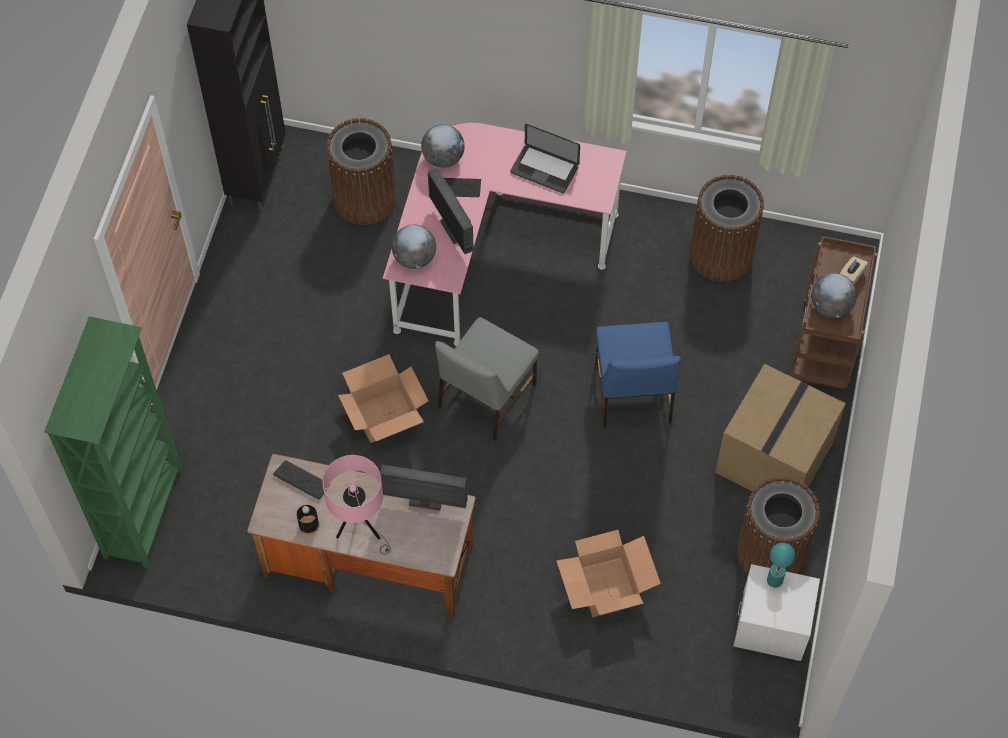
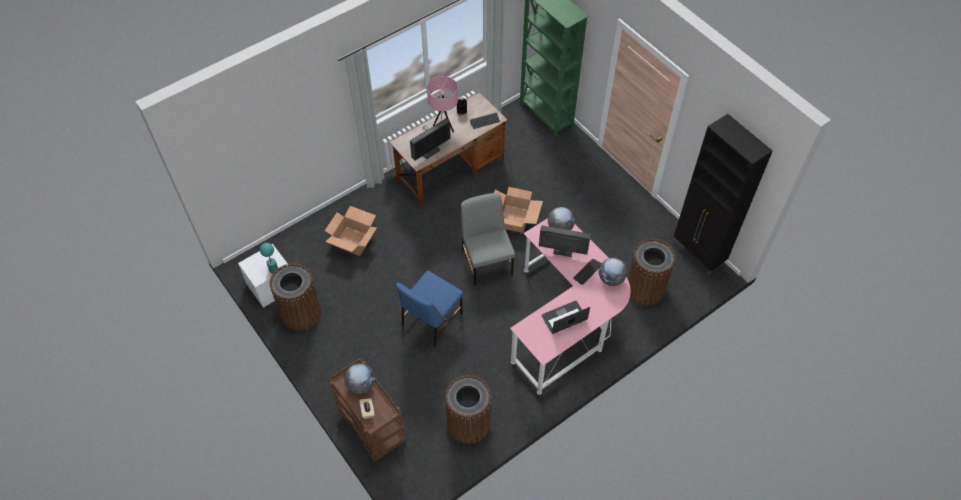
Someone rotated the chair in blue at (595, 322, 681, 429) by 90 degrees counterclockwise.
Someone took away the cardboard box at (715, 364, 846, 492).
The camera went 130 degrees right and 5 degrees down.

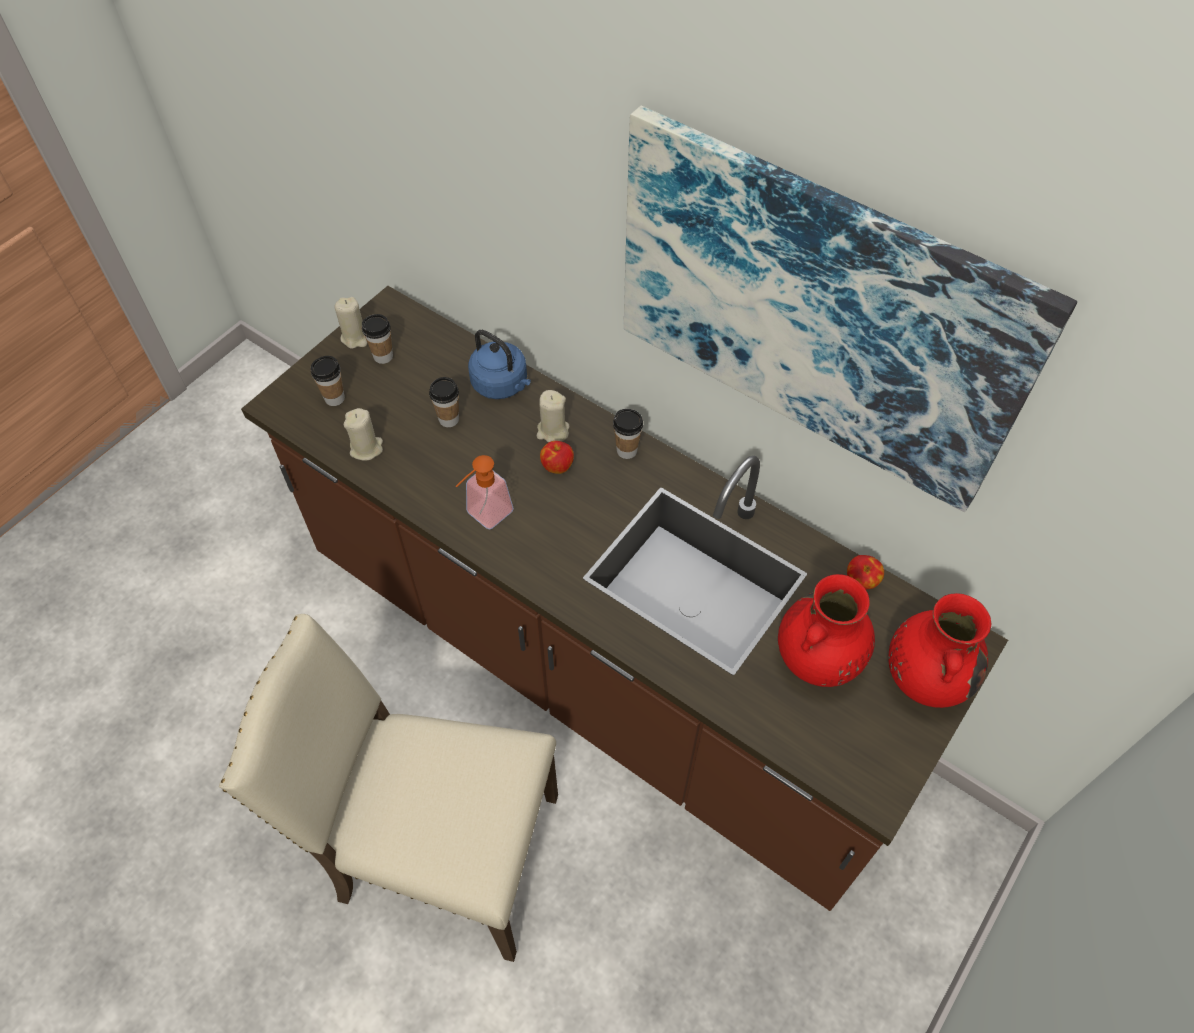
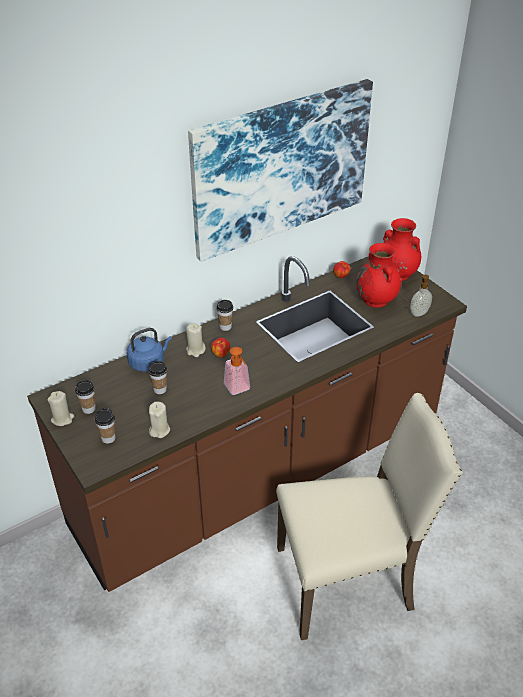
Someone rotated the chair in beige at (219, 614, 558, 962) by 135 degrees counterclockwise.
Someone put down the soap dispenser at (410, 274, 432, 317).
The camera went 70 degrees left and 15 degrees down.

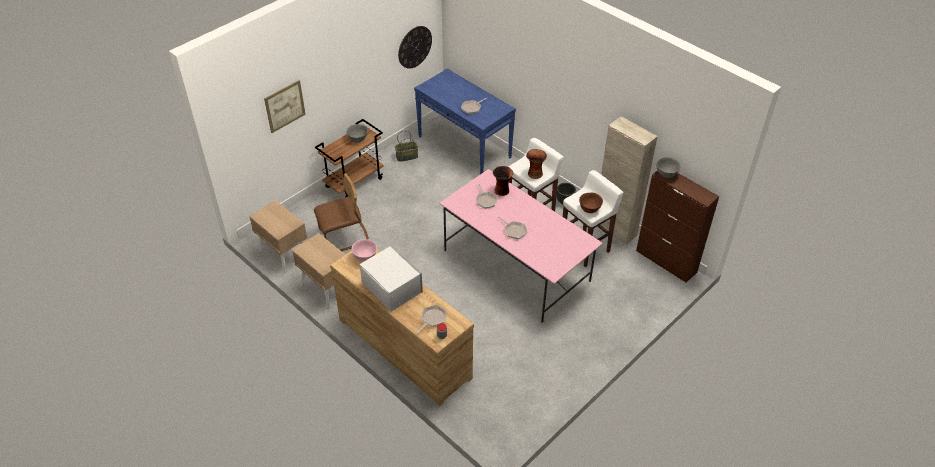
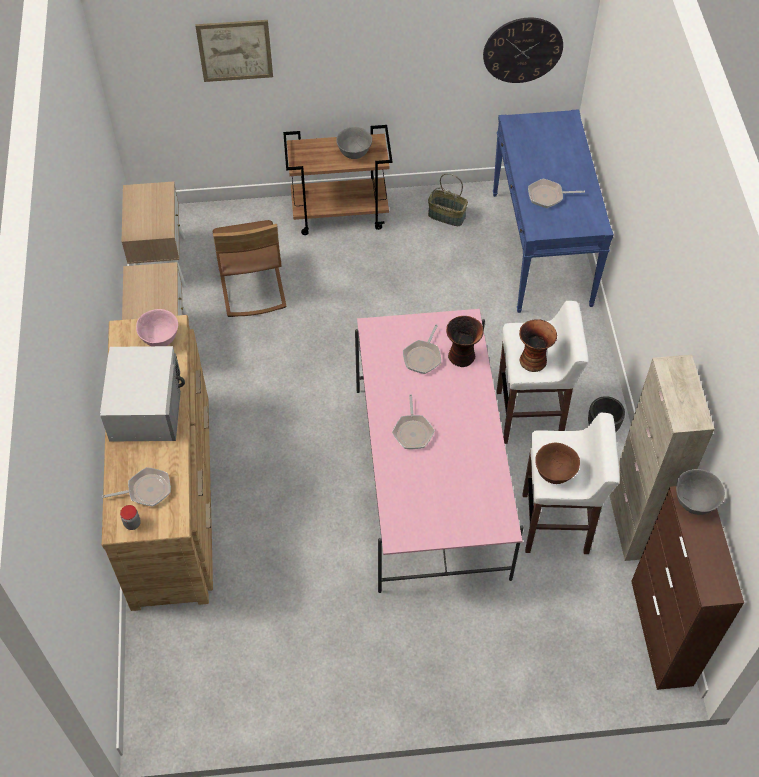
Someone rotated the chair in brown at (314, 173, 369, 251) by 60 degrees clockwise.
The camera went 40 degrees right and 10 degrees up.

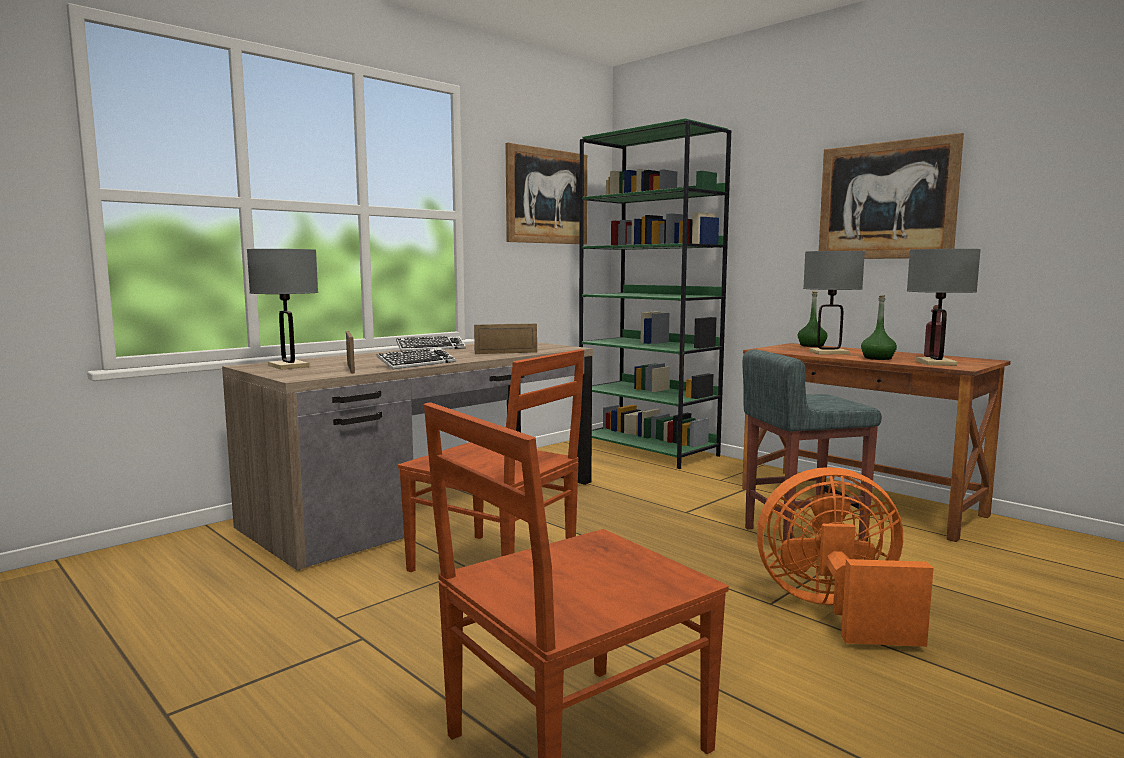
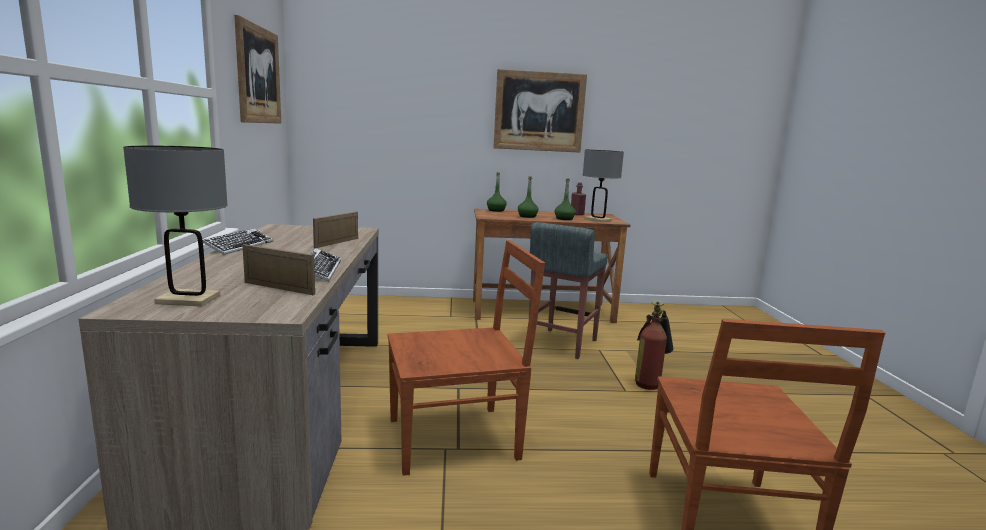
Someone took away the bookcase in green at (579, 118, 731, 469).
Someone swapped the fan in orange at (757, 467, 934, 647) for the fire extinguisher at (635, 302, 674, 390).
Someone swapped the table lamp in grey at (803, 251, 865, 354) for the bottle in green at (518, 176, 539, 218).
The camera went 50 degrees left and 5 degrees up.

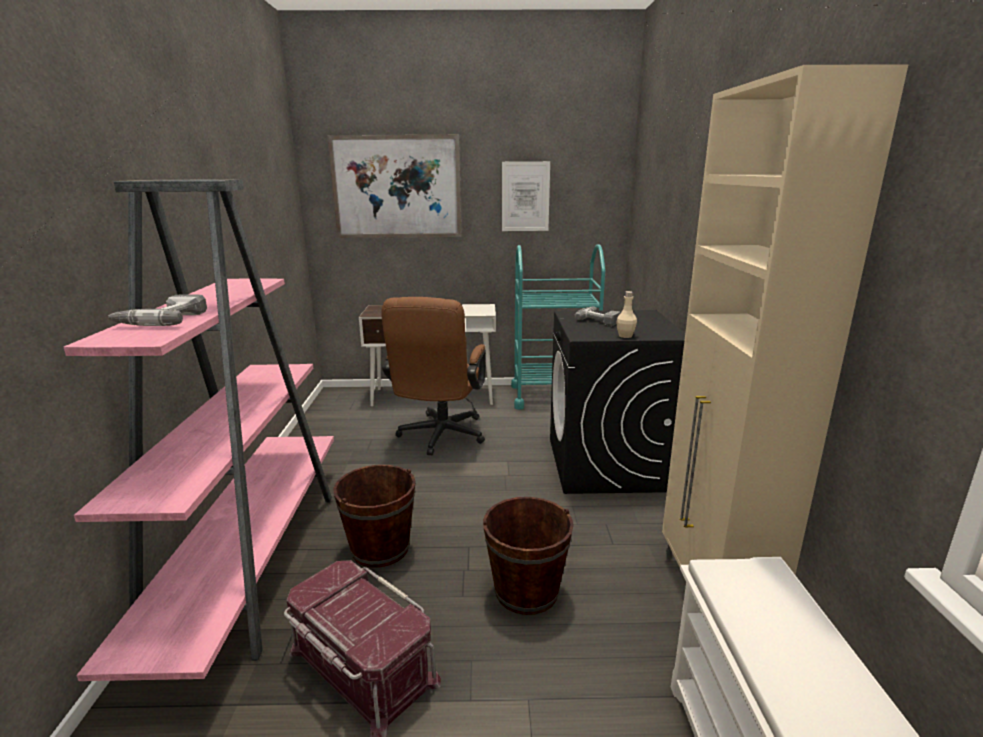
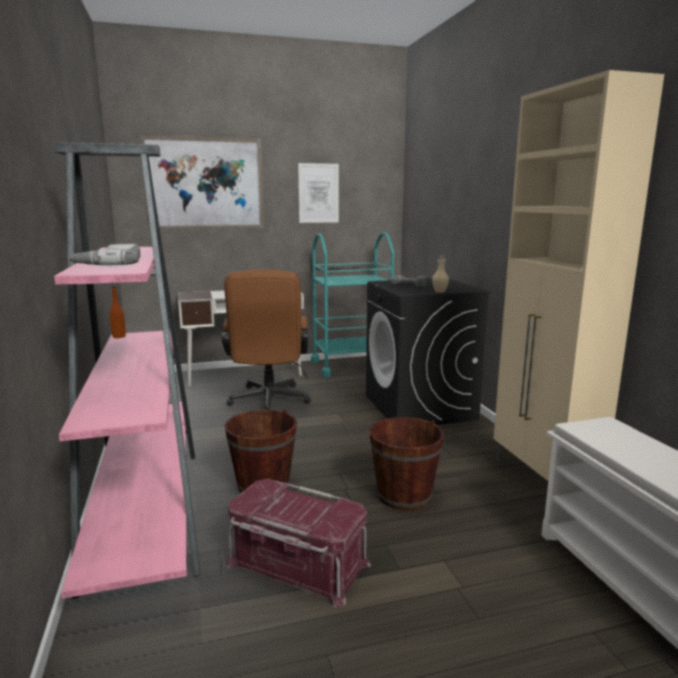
Someone put down the bottle in orange at (110, 287, 126, 338).
The camera went 15 degrees left and 5 degrees down.

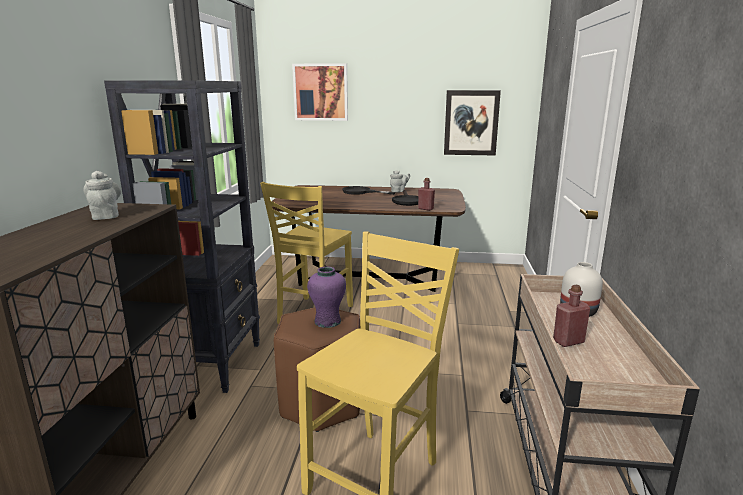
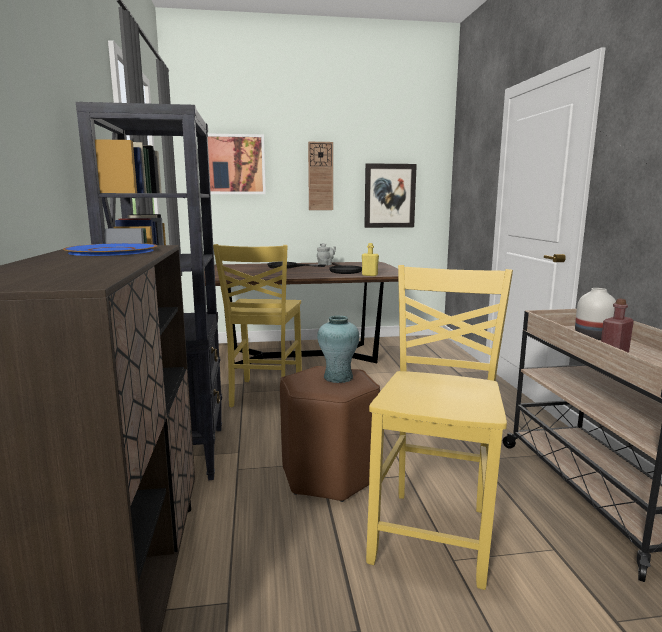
Someone swapped the teapot in grey at (83, 171, 121, 220) for the plate in blue at (63, 243, 157, 256).
Someone repainted the vase in purple at (307, 266, 346, 328), which became the vase in turquoise at (317, 316, 359, 383).
Someone repainted the bottle in red at (418, 178, 435, 211), which became the bottle in yellow at (362, 243, 379, 276).
Someone put up the wall clock at (308, 142, 333, 210).
The camera went 15 degrees left and 5 degrees down.

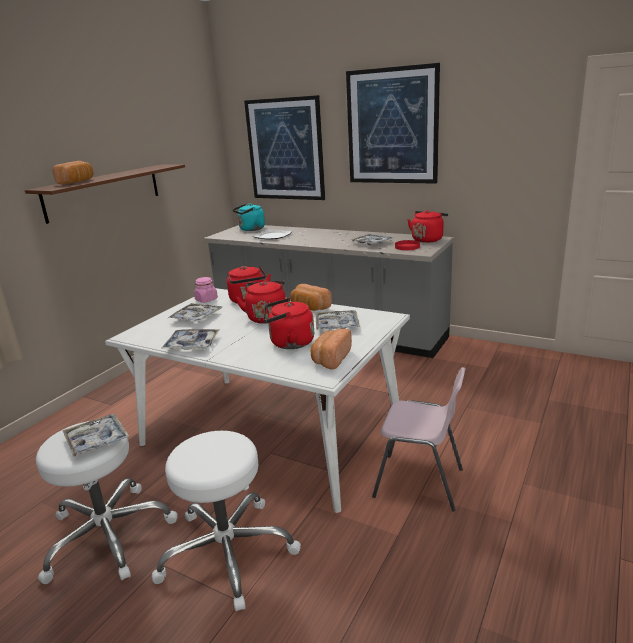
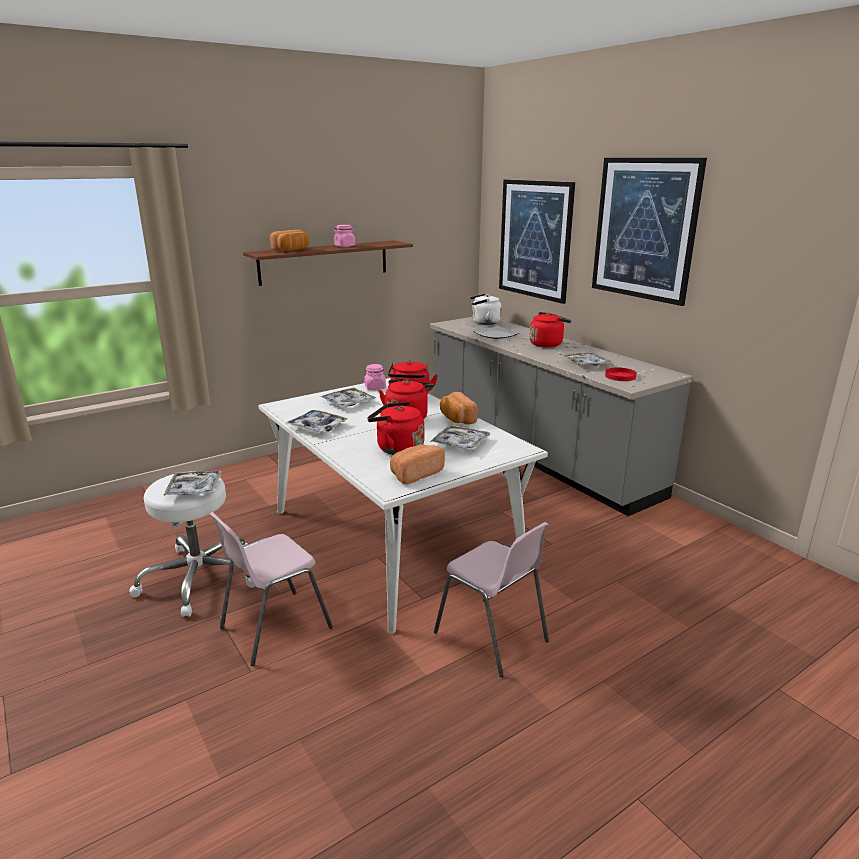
Someone swapped the stool in white at (152, 431, 301, 611) for the chair in pink at (209, 512, 333, 666).
Someone repainted the kettle in turquoise at (233, 203, 265, 231), which became the kettle in white at (469, 294, 502, 325).
Someone carried the kettle in red from (407, 210, 448, 243) to (530, 312, 571, 348).
Someone put down the jar in pink at (334, 225, 355, 247).
The camera went 25 degrees right and 0 degrees up.

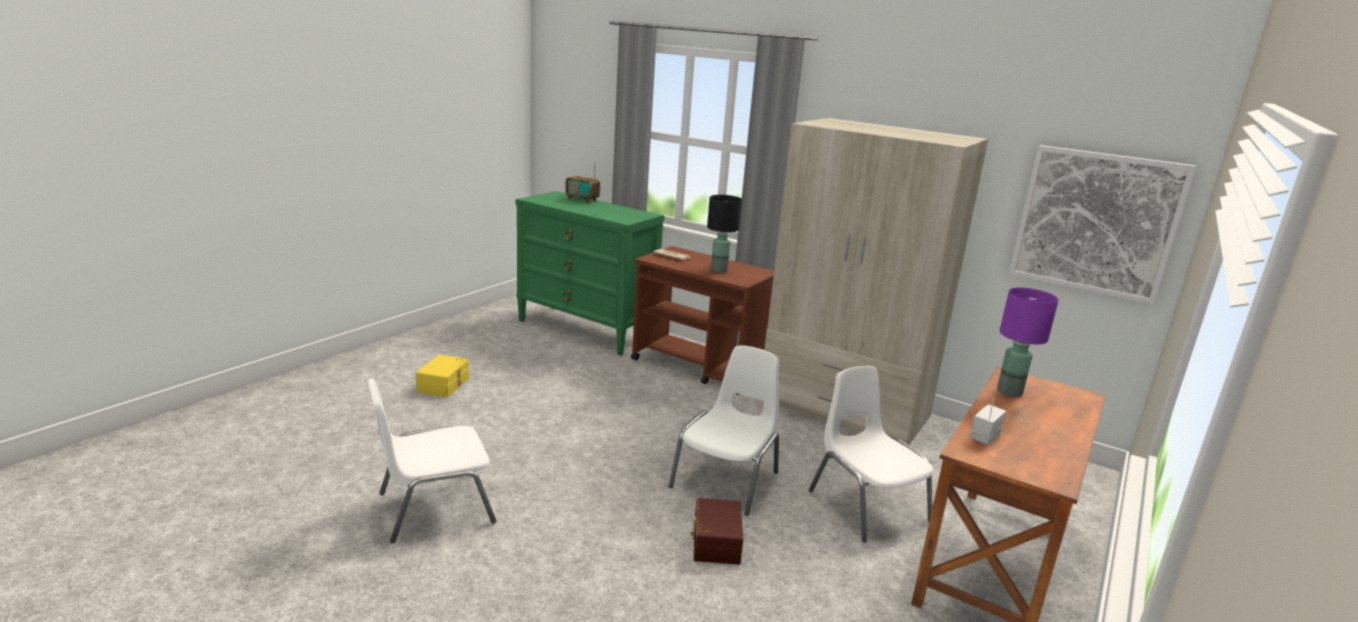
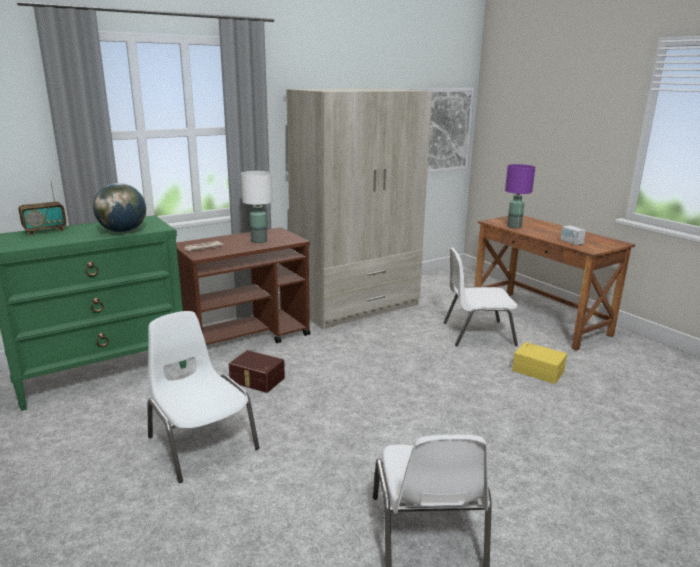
Someone carried the storage box in yellow from (416, 354, 469, 397) to (512, 342, 567, 384).
Someone carried the chair in white from (669, 345, 779, 515) to (147, 311, 259, 483).
Someone carried the storage box in brown from (690, 498, 743, 565) to (229, 350, 285, 393).
Someone repainted the table lamp in black at (707, 195, 742, 273), which became the table lamp in white at (241, 171, 273, 243).
Someone put down the globe at (93, 183, 146, 233).
The camera went 65 degrees left and 0 degrees up.

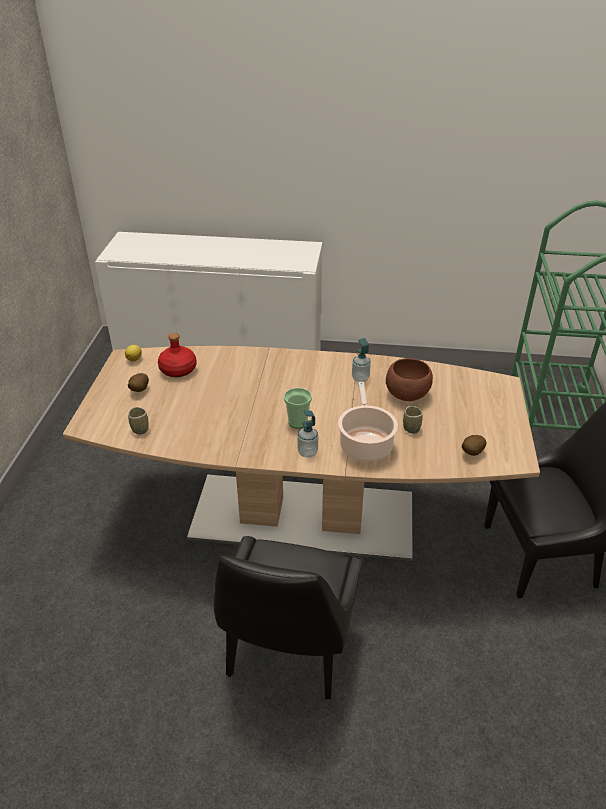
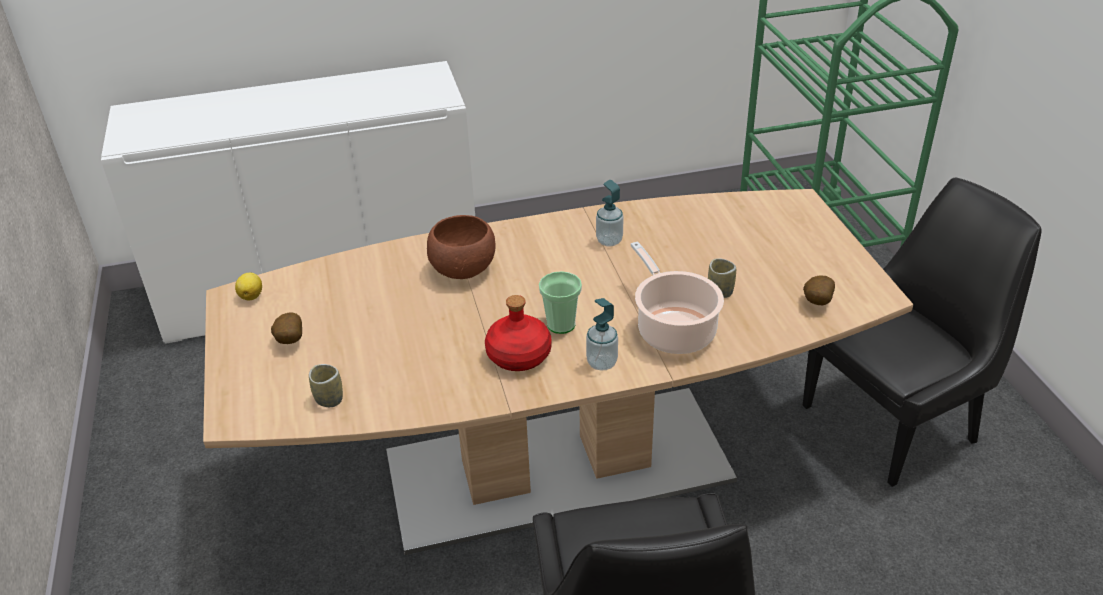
Someone carried the bottle in red from (158, 333, 197, 377) to (485, 295, 552, 371).
Someone carried the bowl in brown from (386, 358, 433, 401) to (427, 215, 496, 279).
The camera went 20 degrees left and 0 degrees up.

